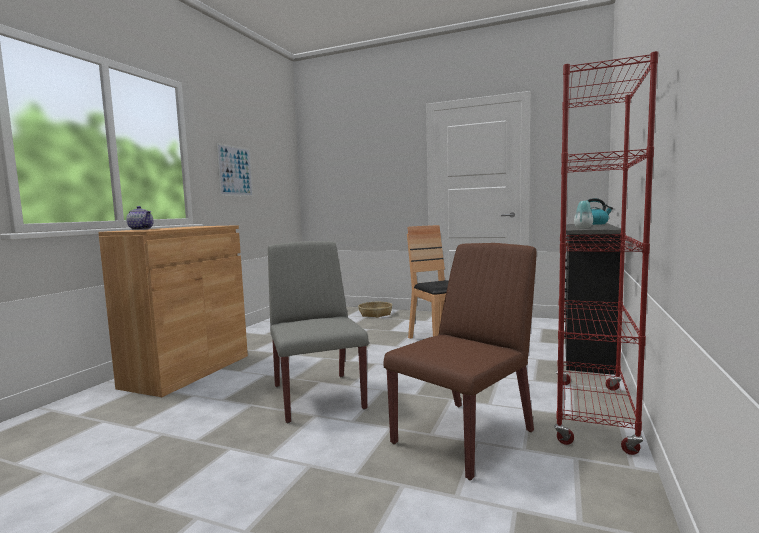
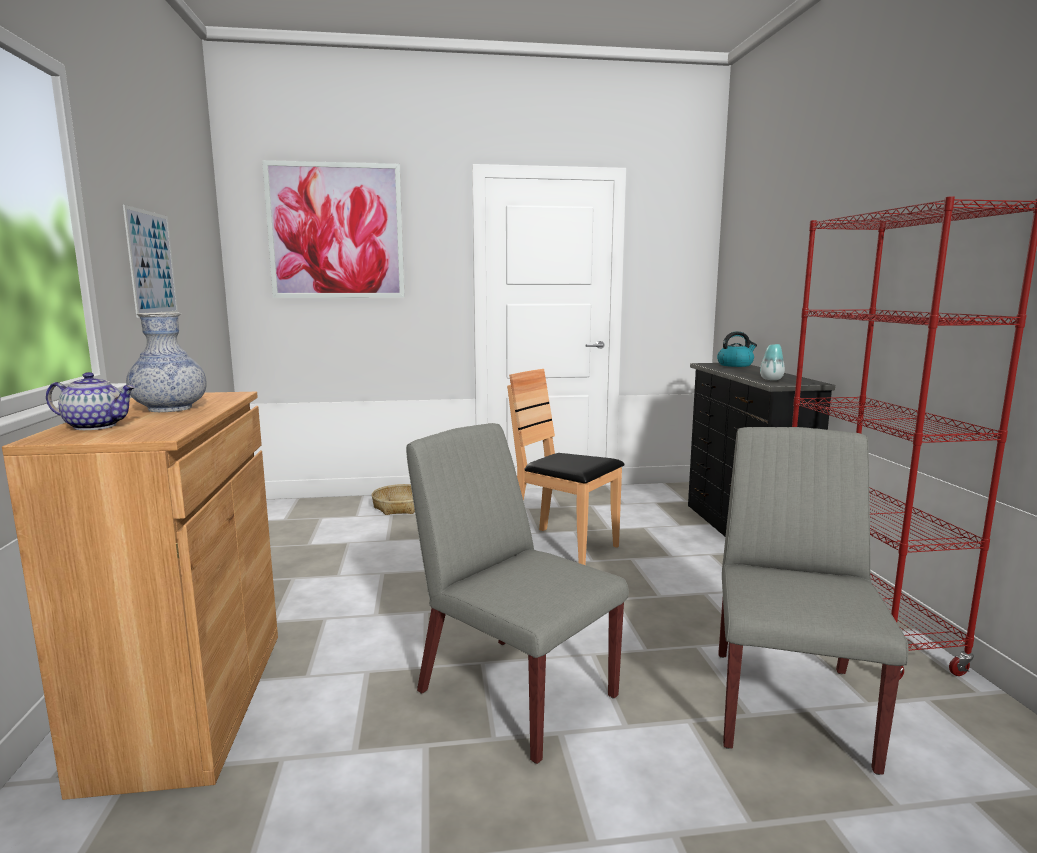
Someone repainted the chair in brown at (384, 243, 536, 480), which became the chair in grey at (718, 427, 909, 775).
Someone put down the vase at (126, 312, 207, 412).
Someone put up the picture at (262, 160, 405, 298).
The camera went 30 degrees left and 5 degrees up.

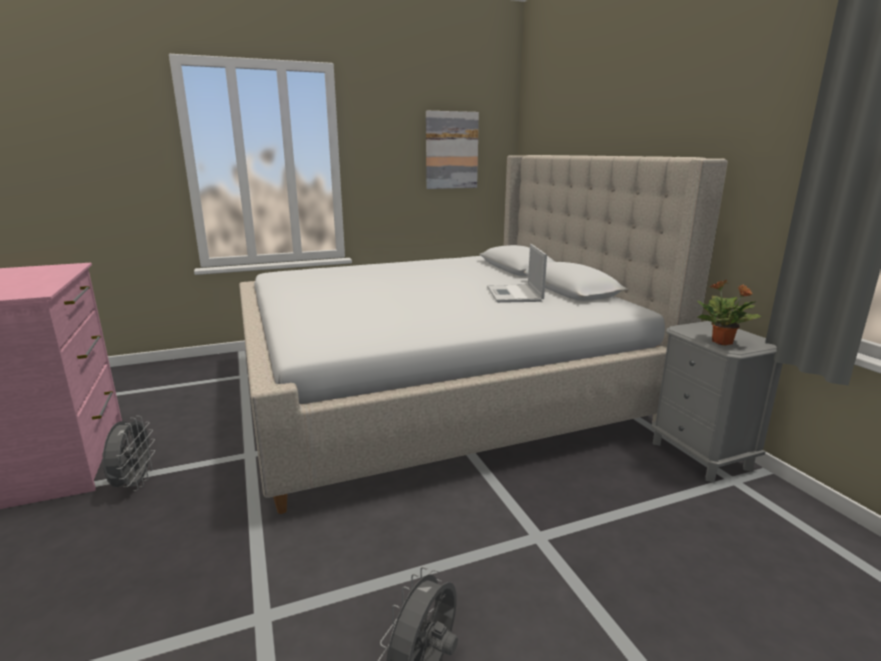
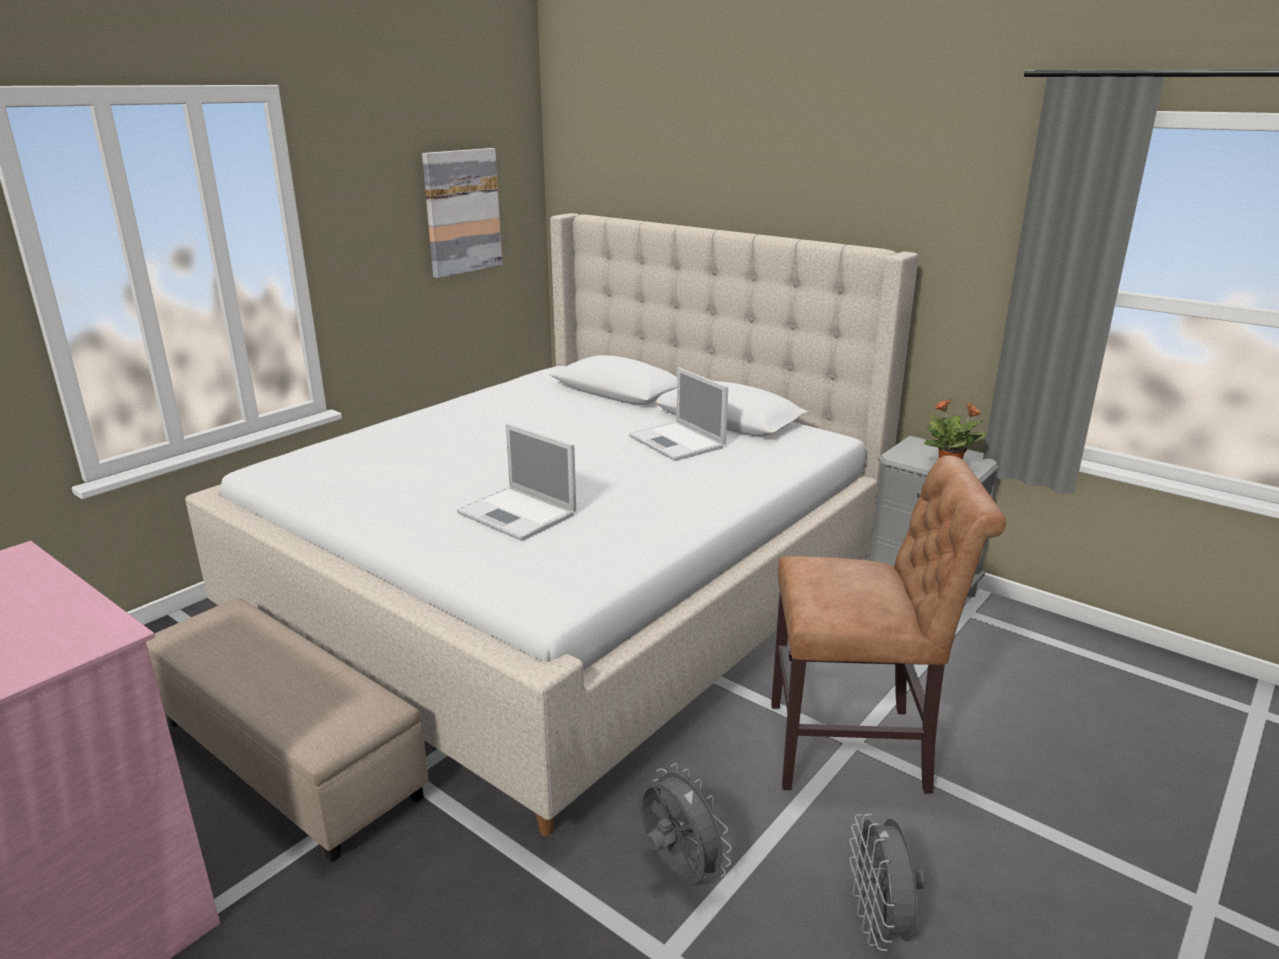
Someone carried the fan in grey from (102, 416, 155, 491) to (639, 763, 732, 884).
Someone put down the ottoman in beige at (146, 598, 428, 863).
Someone put down the laptop at (457, 423, 576, 541).
Someone put down the chair in brown at (771, 455, 1006, 794).
The camera went 30 degrees left and 5 degrees up.

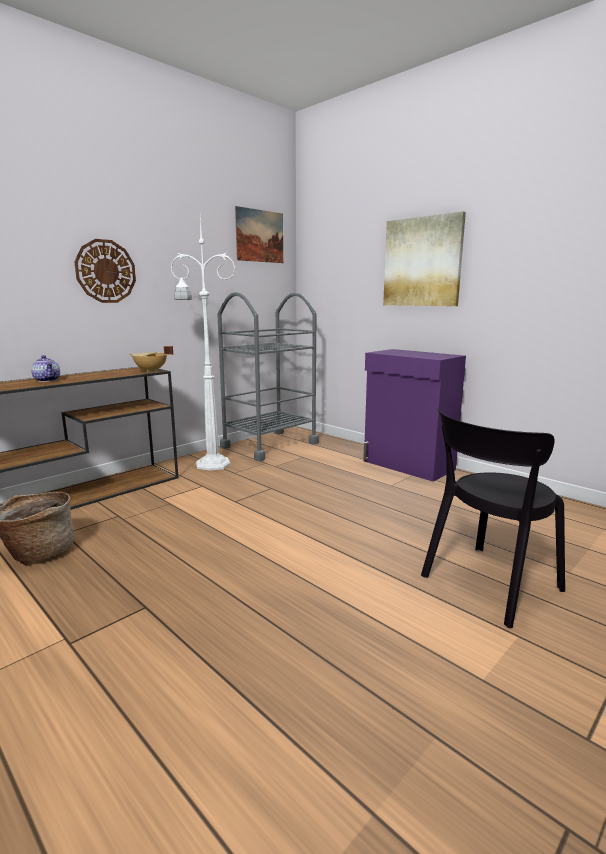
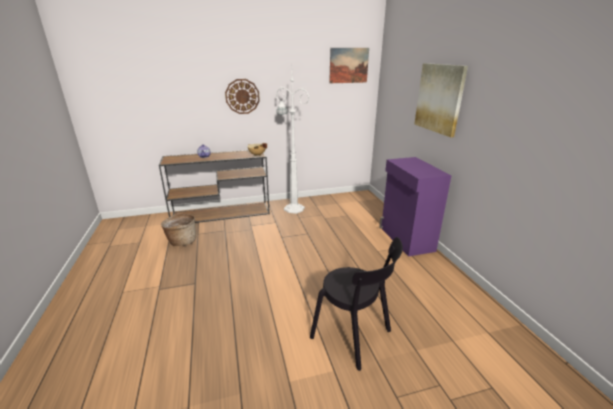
Someone took away the cart in grey at (217, 292, 319, 461).
Someone rotated the chair in black at (421, 408, 565, 628) by 135 degrees counterclockwise.
The camera went 30 degrees right and 10 degrees up.

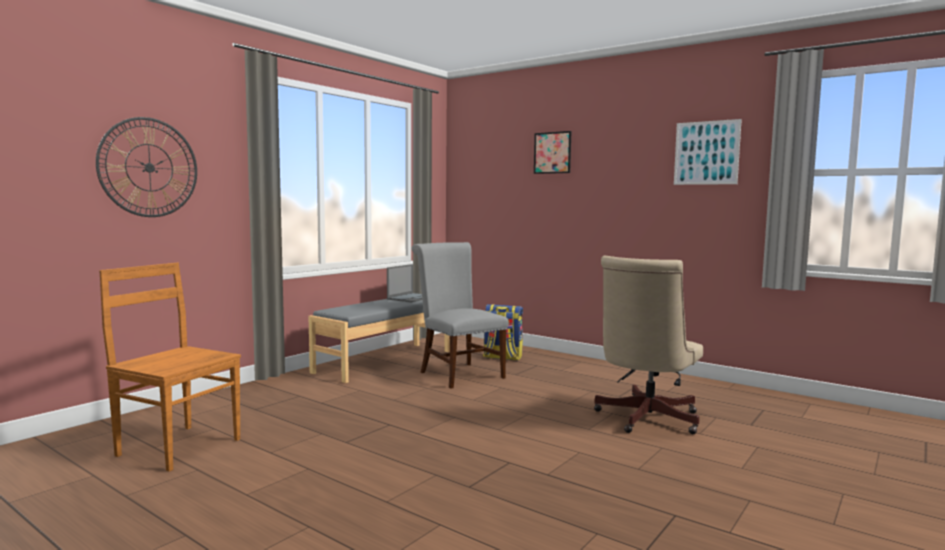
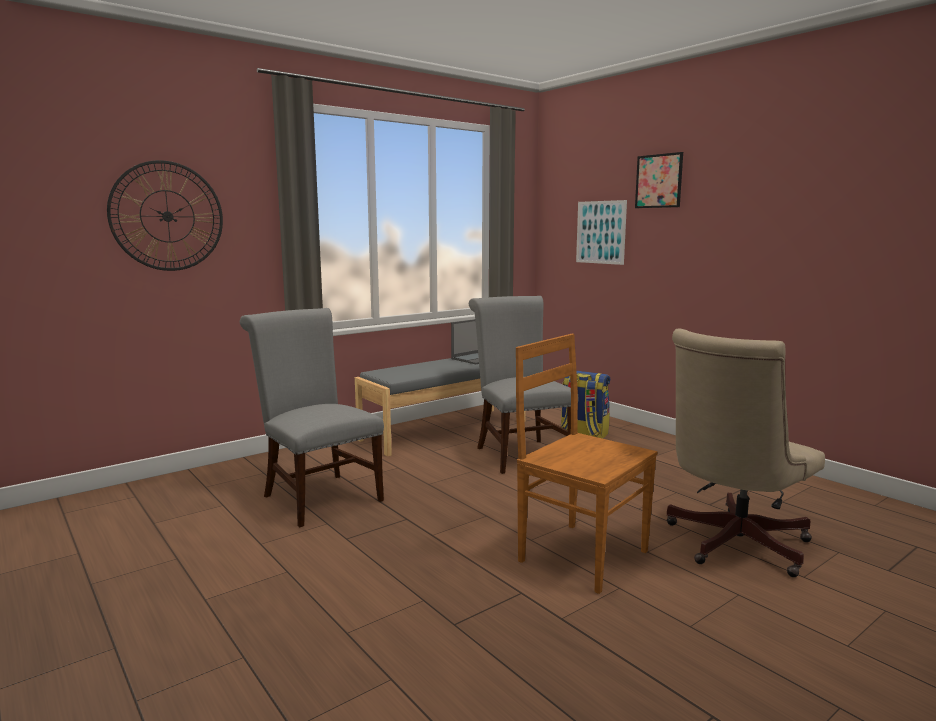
Someone carried the chair in brown from (99, 263, 241, 472) to (516, 334, 658, 594).
Someone carried the picture from (674, 119, 742, 185) to (576, 200, 627, 265).
Someone put down the chair in grey at (240, 308, 384, 527).
The camera went 15 degrees right and 5 degrees up.

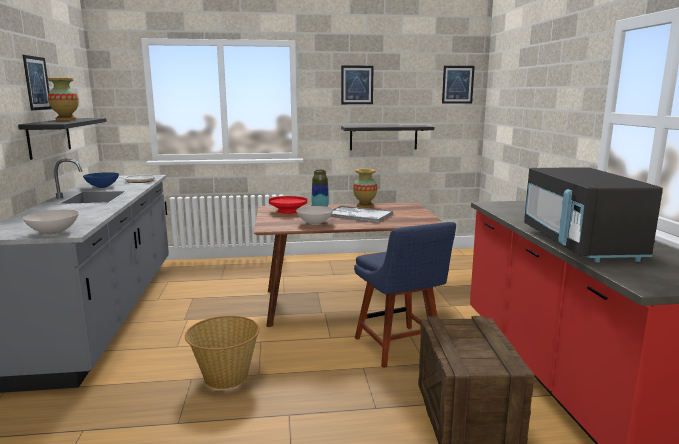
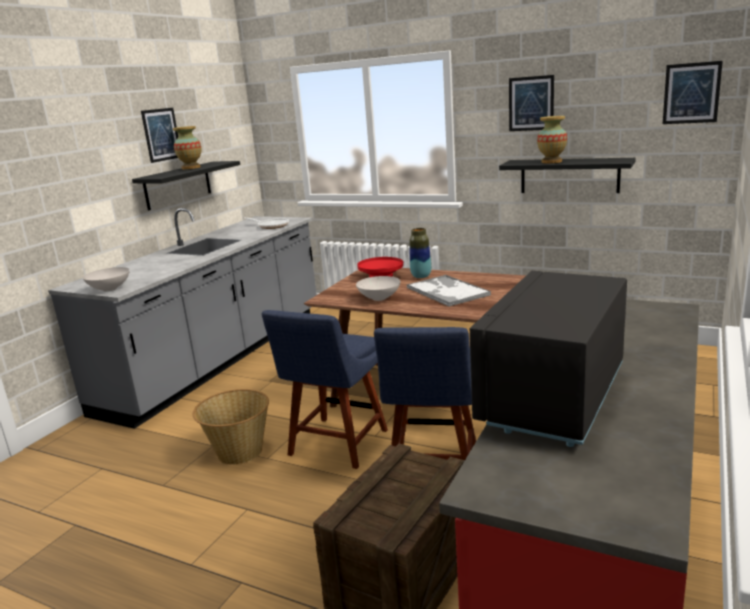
Someone took away the bowl in blue at (83, 172, 119, 188).
Someone carried the vase from (353, 169, 378, 208) to (537, 116, 567, 163).
Someone put down the chair in blue at (262, 310, 388, 469).
The camera went 35 degrees right and 5 degrees up.

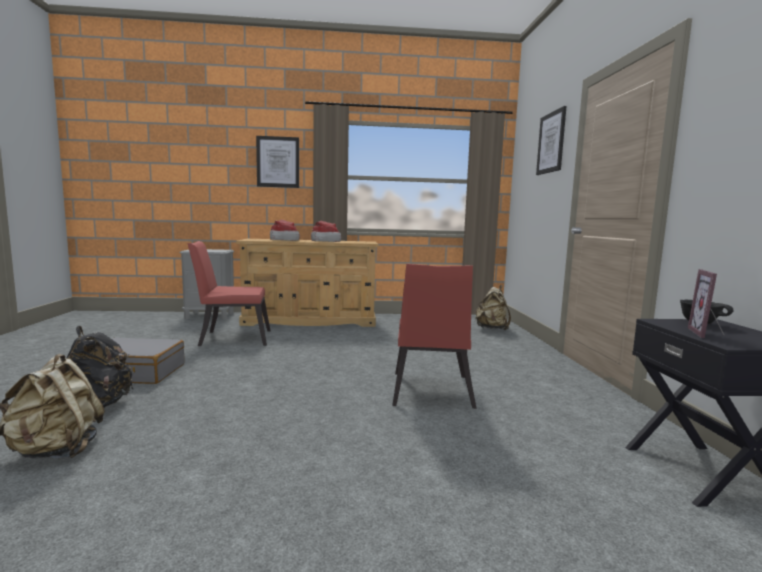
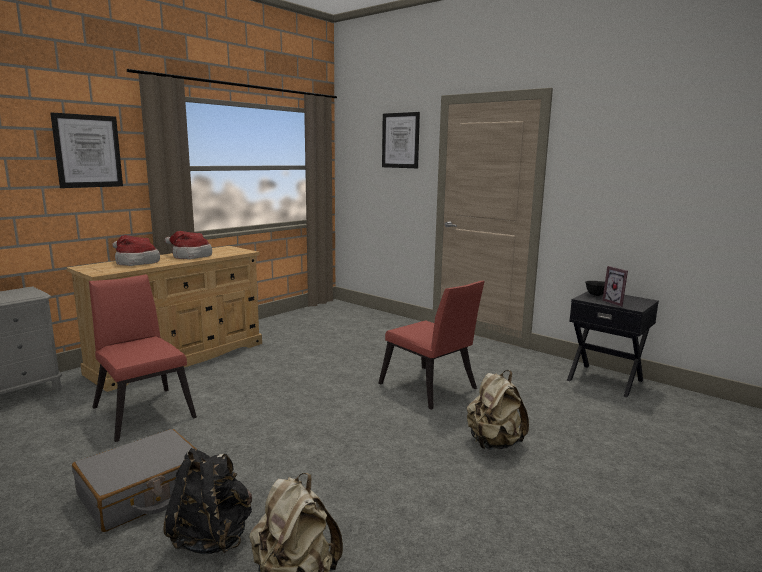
Someone rotated the chair in red at (187, 241, 271, 346) by 105 degrees clockwise.
Someone carried the backpack in beige from (475, 285, 511, 330) to (467, 370, 529, 450).
The camera went 45 degrees left and 5 degrees up.

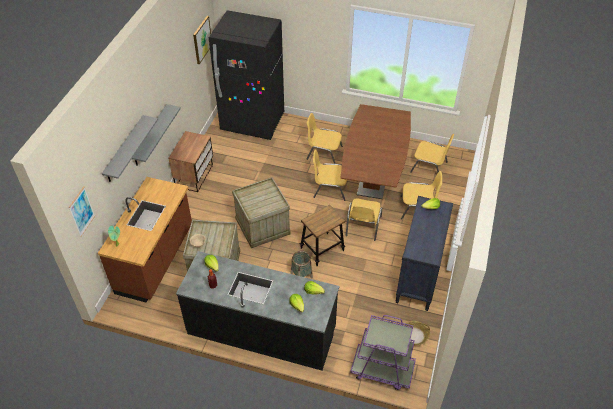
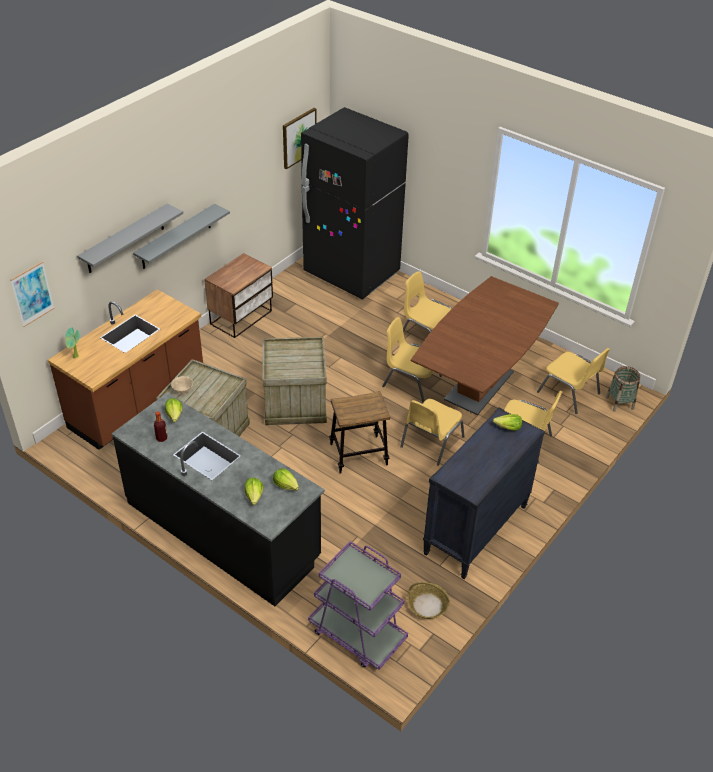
Someone carried the basket from (291, 250, 313, 279) to (606, 366, 640, 412).
The camera went 20 degrees right and 5 degrees down.

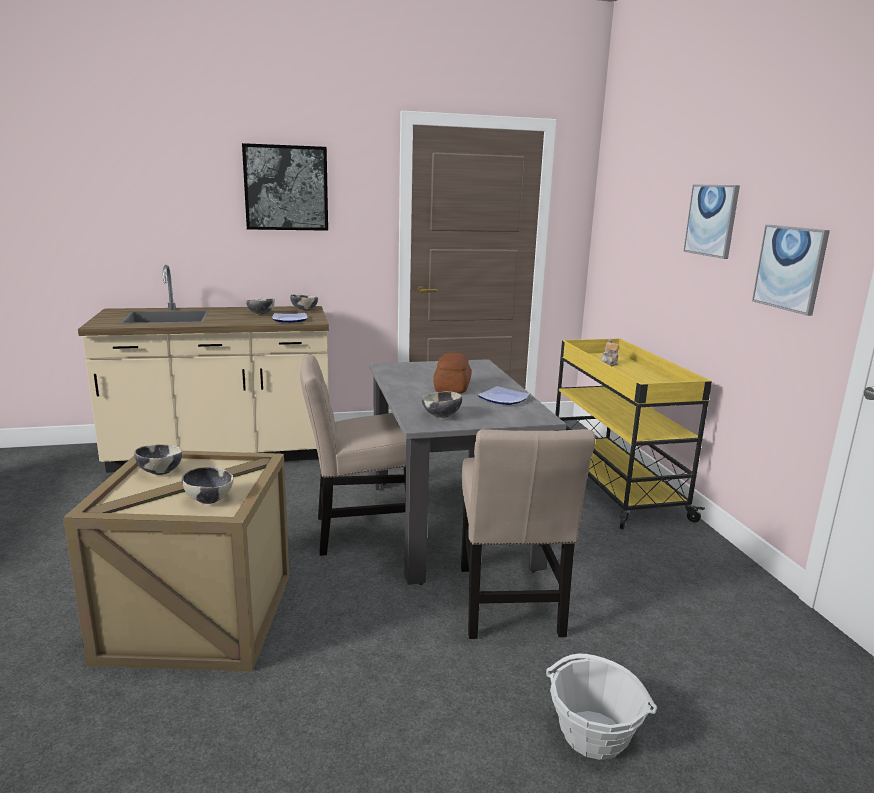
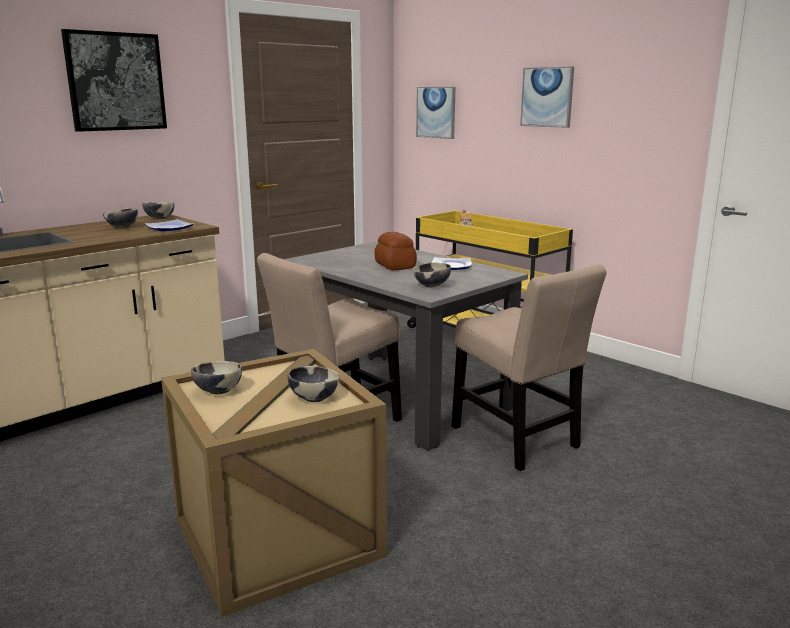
Someone took away the basket at (546, 654, 657, 760).
Someone carried the picture from (752, 225, 830, 316) to (416, 87, 456, 139).
The camera went 30 degrees left and 0 degrees up.

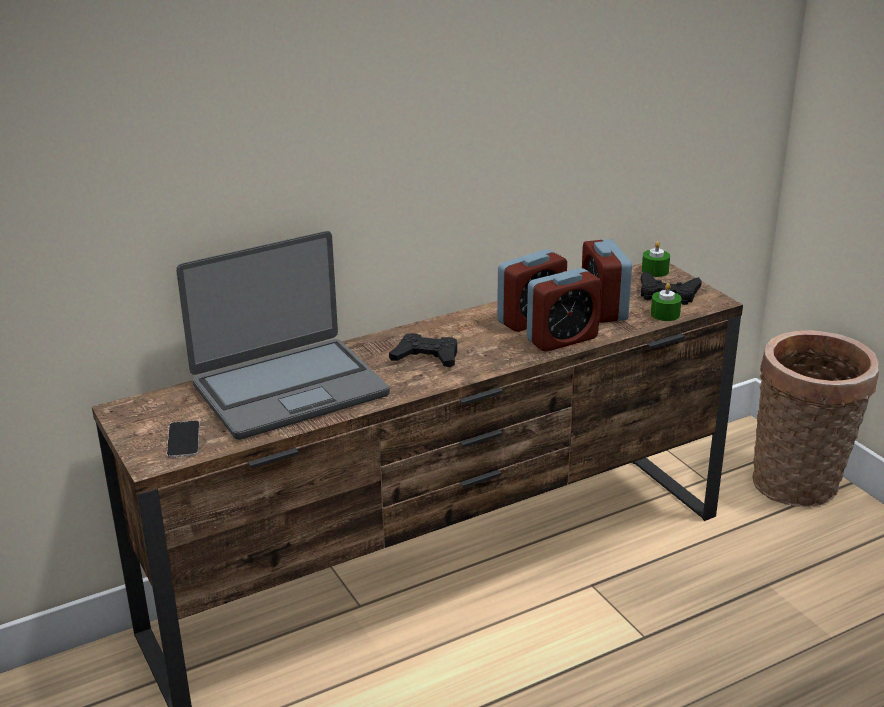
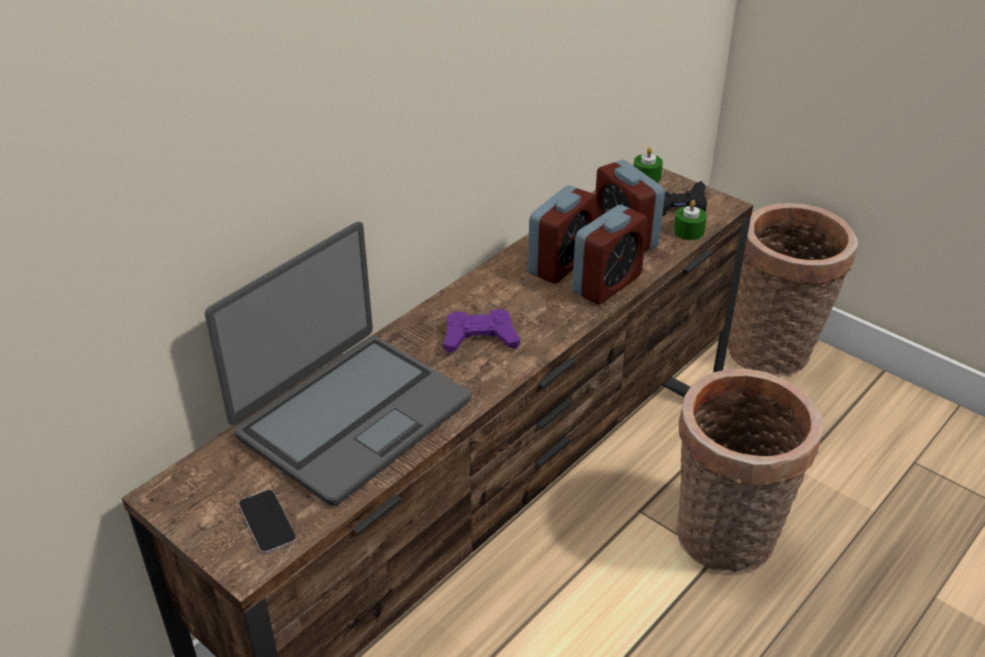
Someone repainted the game controller in black at (389, 333, 457, 367), which became the game controller in purple at (443, 309, 520, 353).
Someone put down the basket at (676, 369, 823, 573).
The camera went 20 degrees left and 10 degrees up.

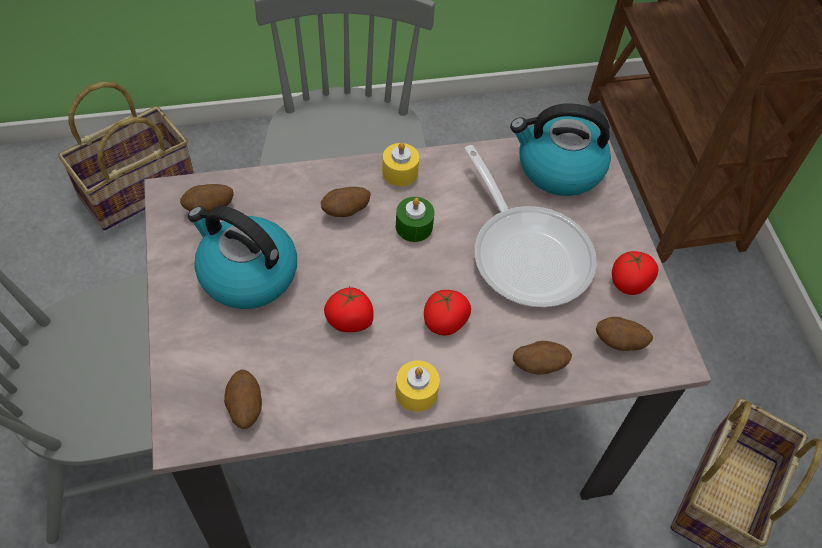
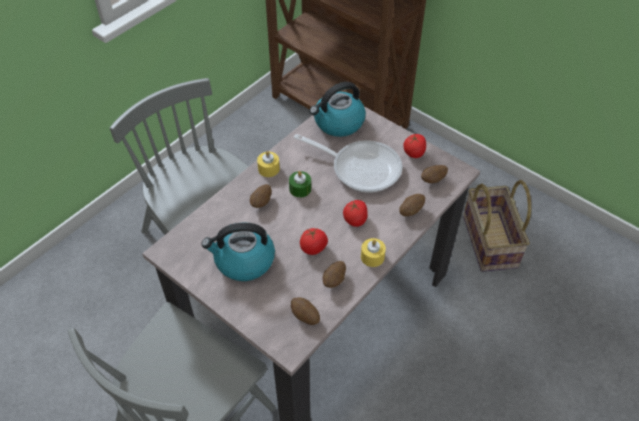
Someone took away the basket at (58, 82, 194, 230).
Someone carried the potato from (180, 184, 234, 212) to (323, 261, 346, 288).
The camera went 35 degrees left and 5 degrees down.

